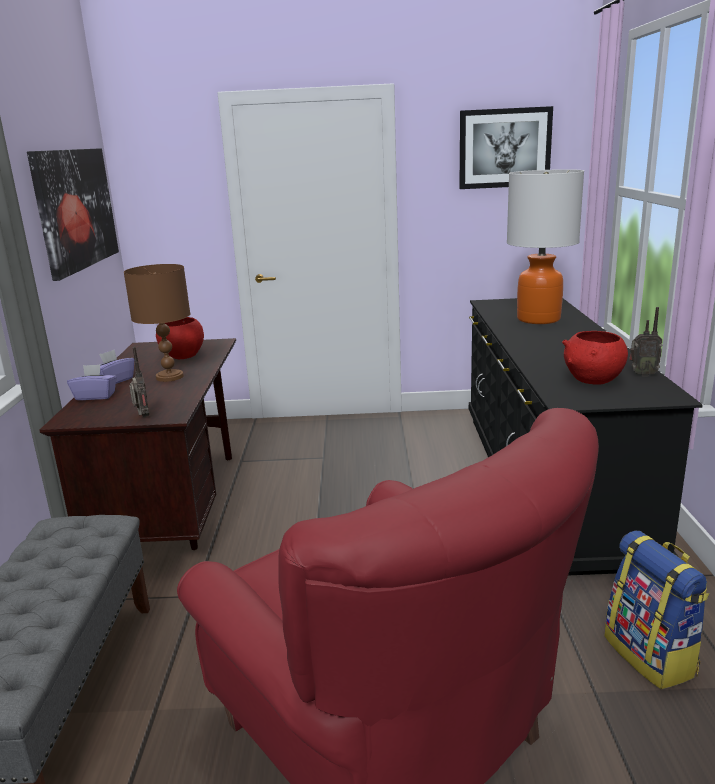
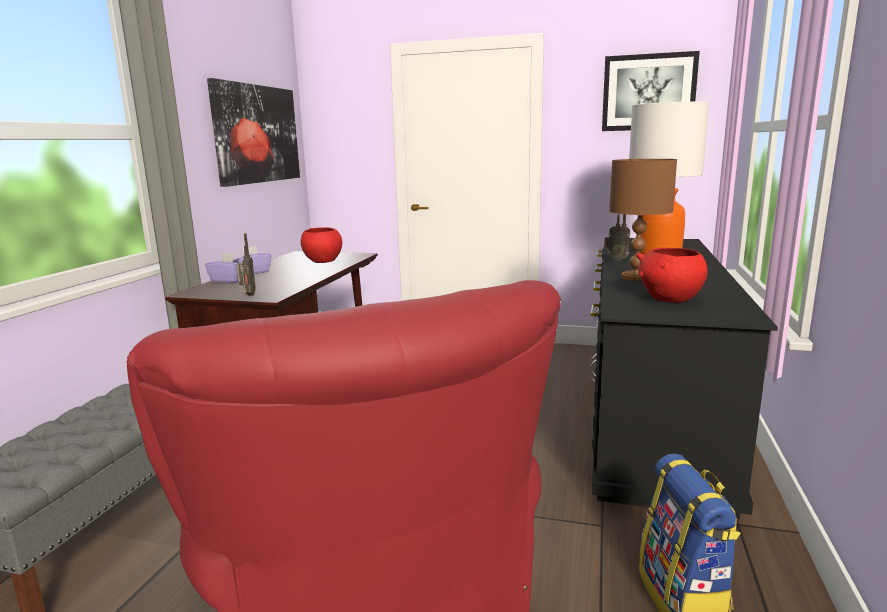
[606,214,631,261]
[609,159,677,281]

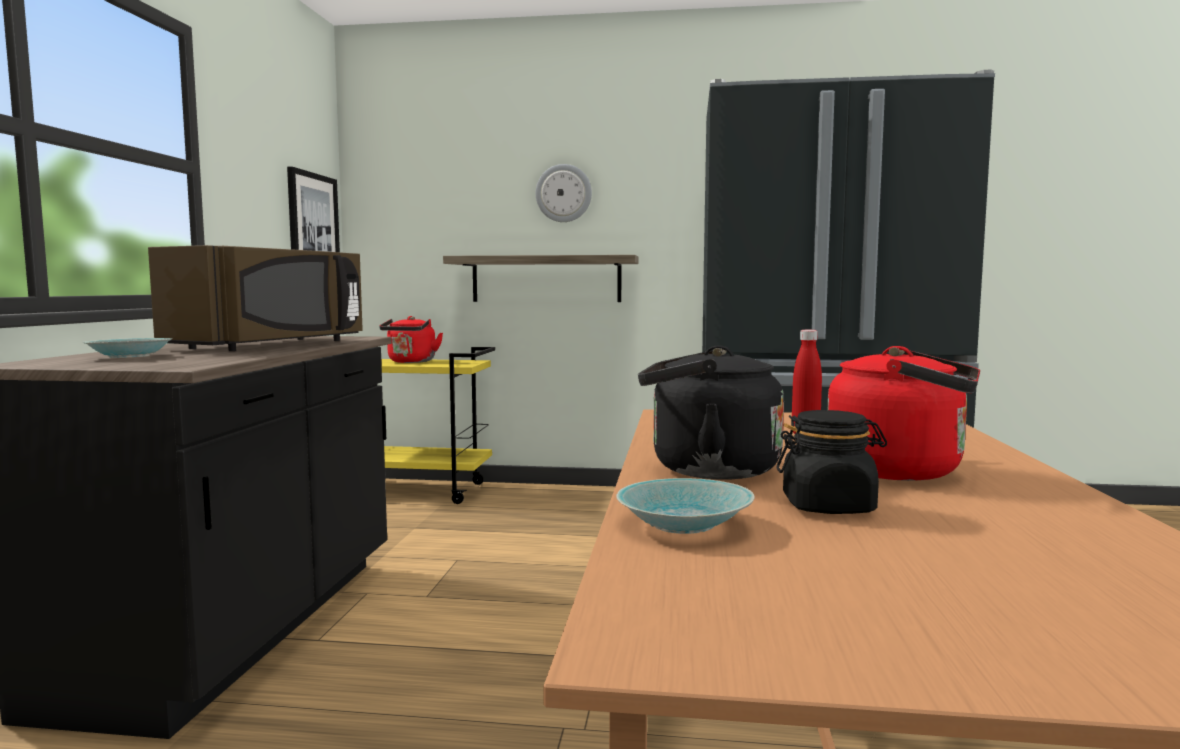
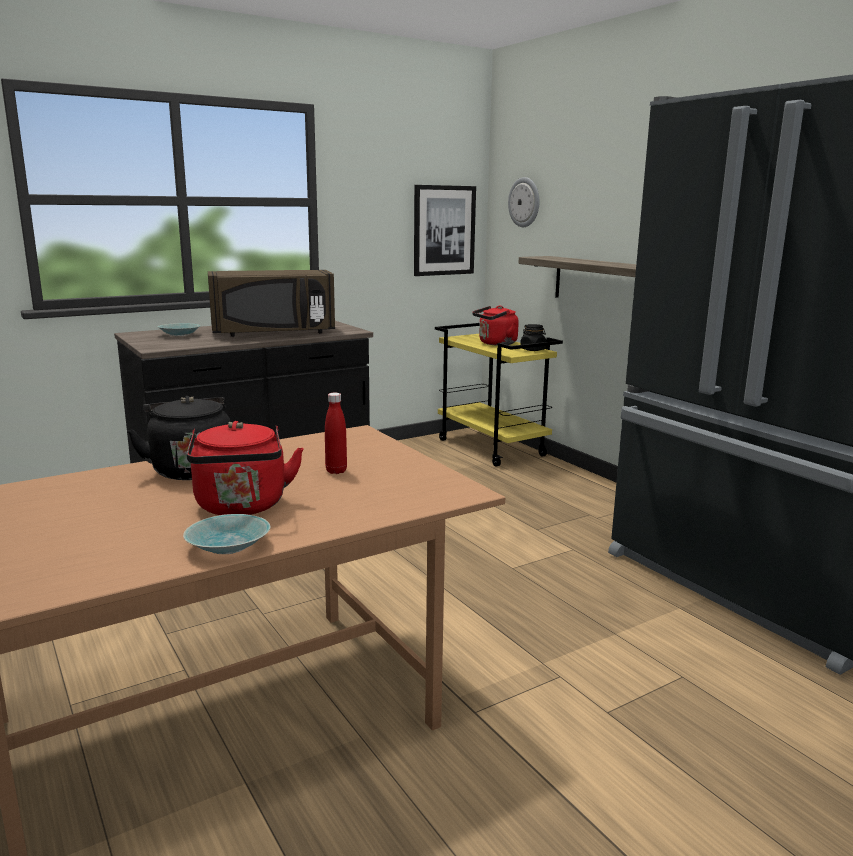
[183,514,270,554]
[508,177,539,227]
[520,324,546,351]

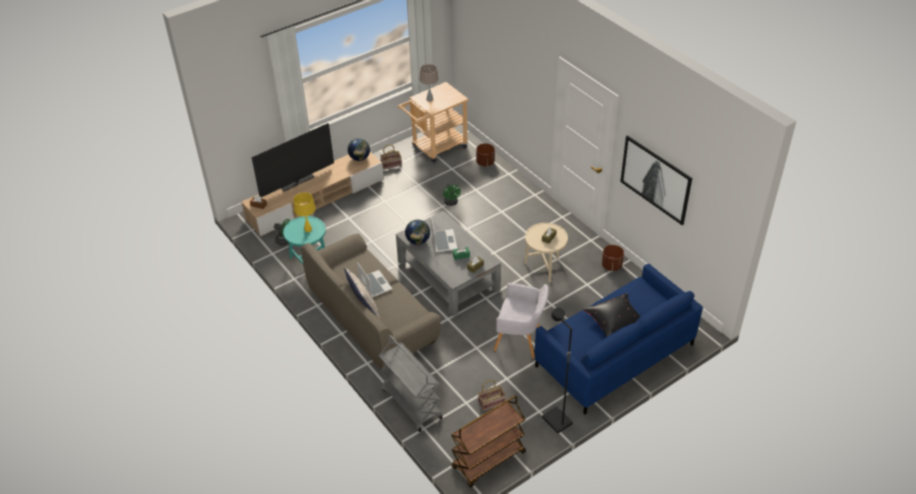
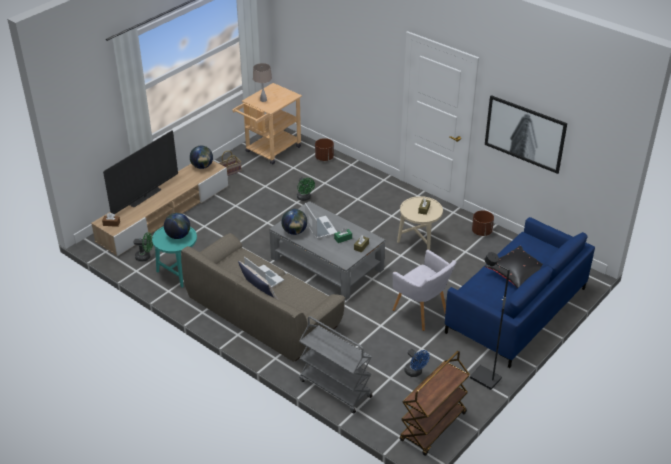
[164,213,190,239]
[392,250,456,331]
[404,349,430,377]

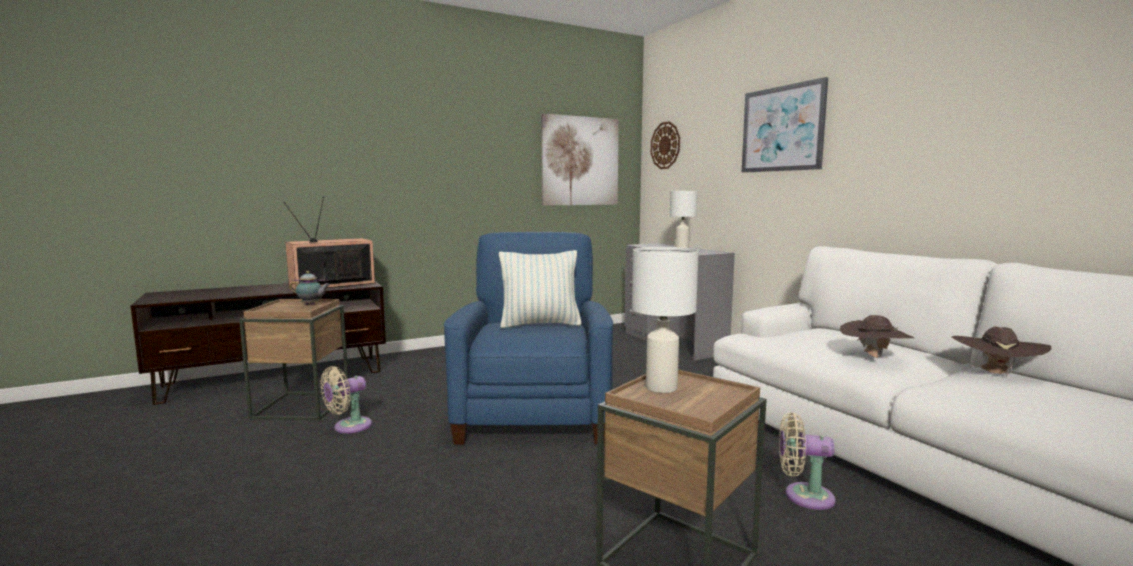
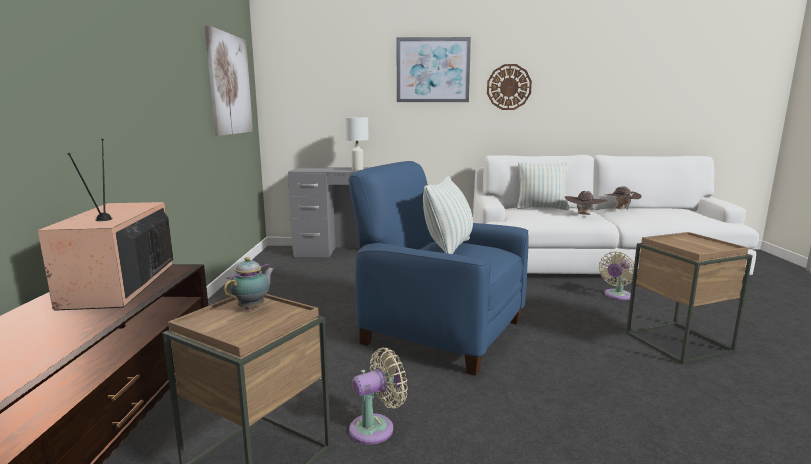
[349,348,408,445]
[487,64,532,110]
[517,162,569,210]
[632,247,699,393] (first image)

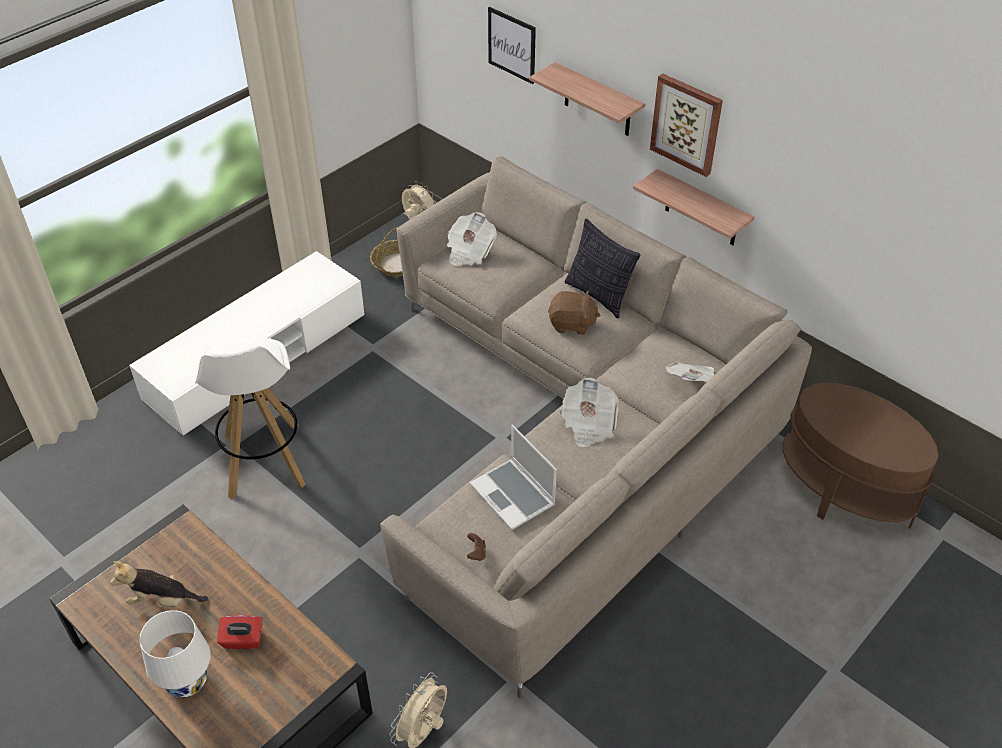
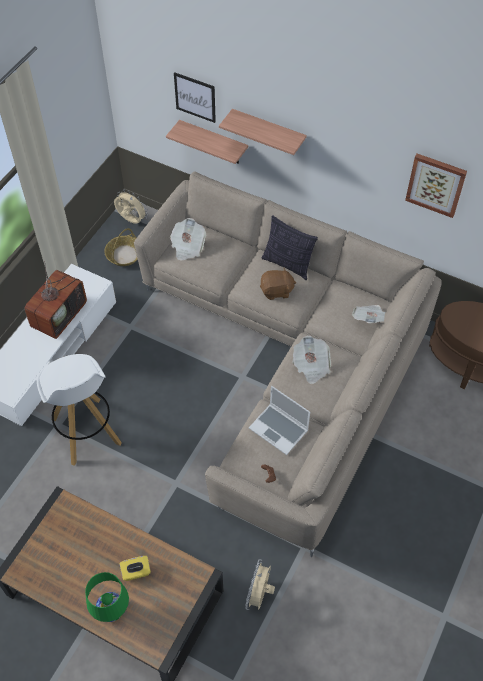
[24,261,87,339]
[85,572,129,622]
[119,556,151,581]
[166,120,248,164]
[405,153,467,218]
[110,561,208,607] (first image)

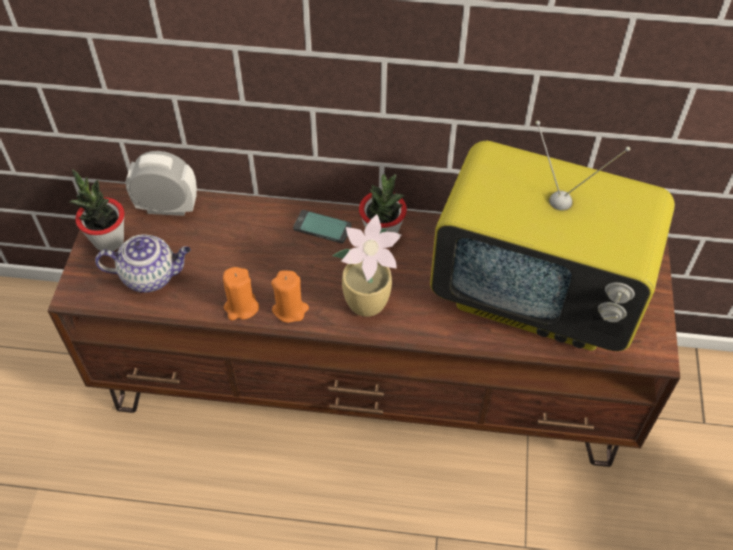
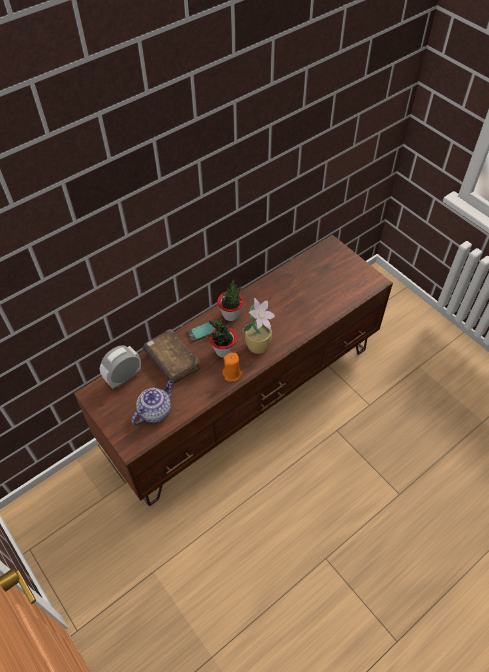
[143,329,201,384]
[209,318,237,358]
[223,267,259,321] (first image)
[430,121,675,351] (first image)

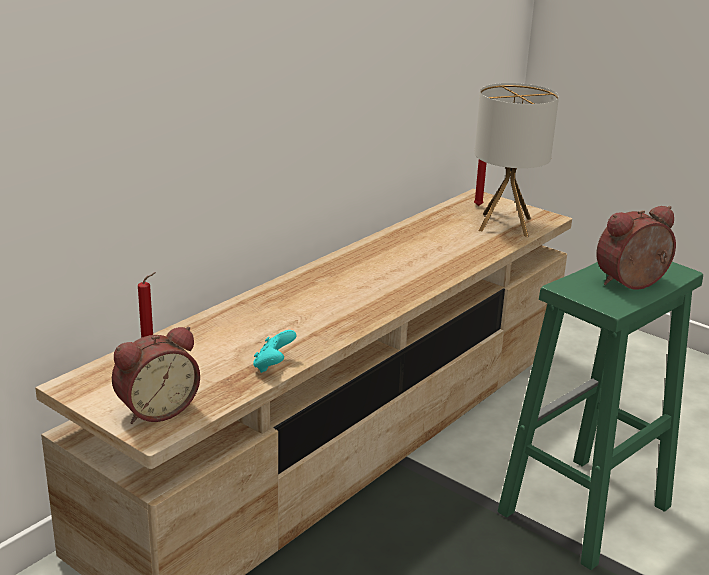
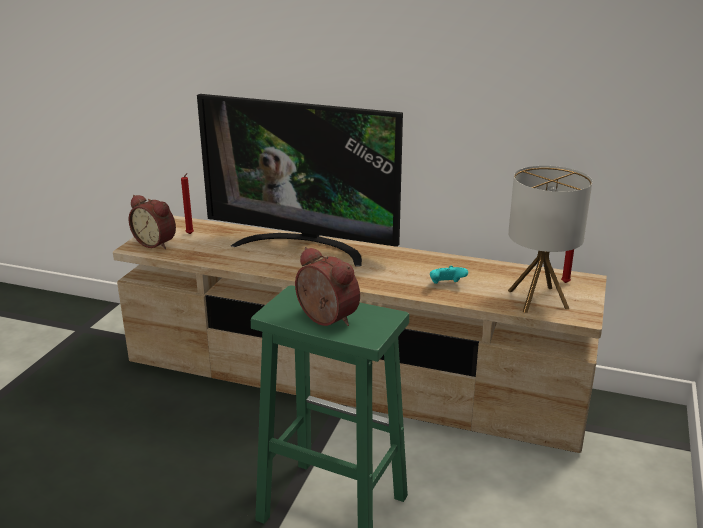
[197,94,403,267]
[430,266,468,284]

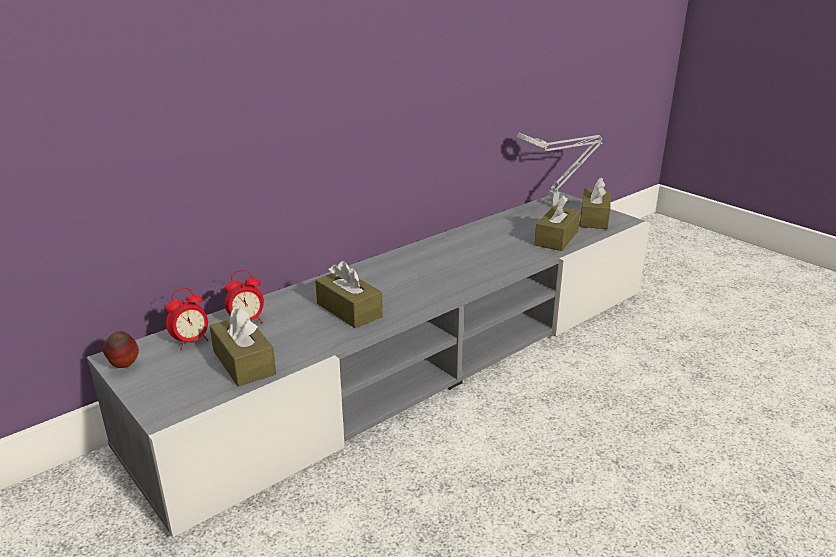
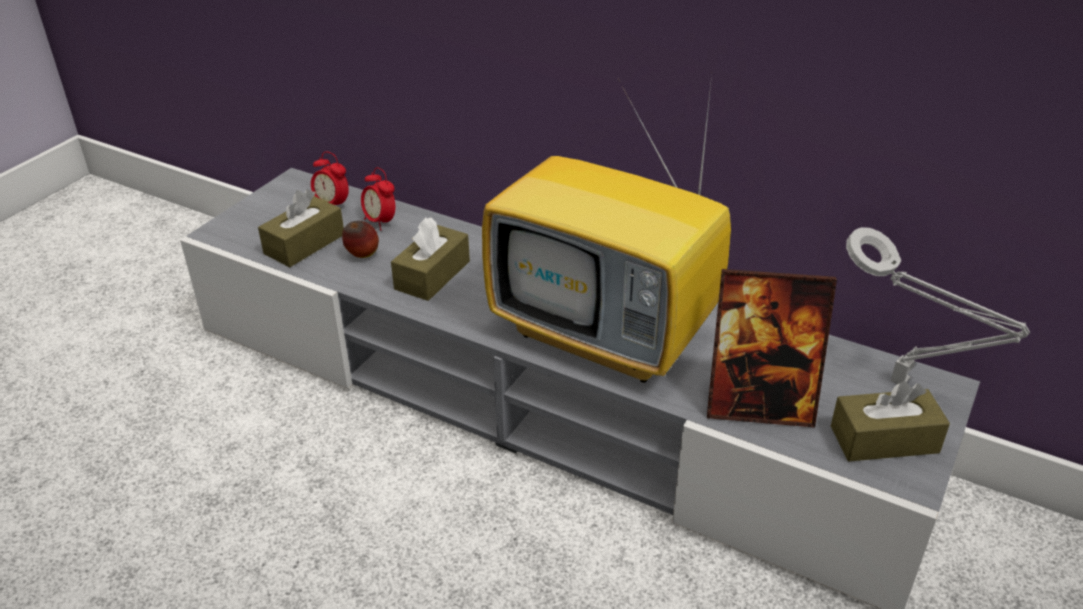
[342,221,379,258]
[482,76,731,383]
[707,269,837,427]

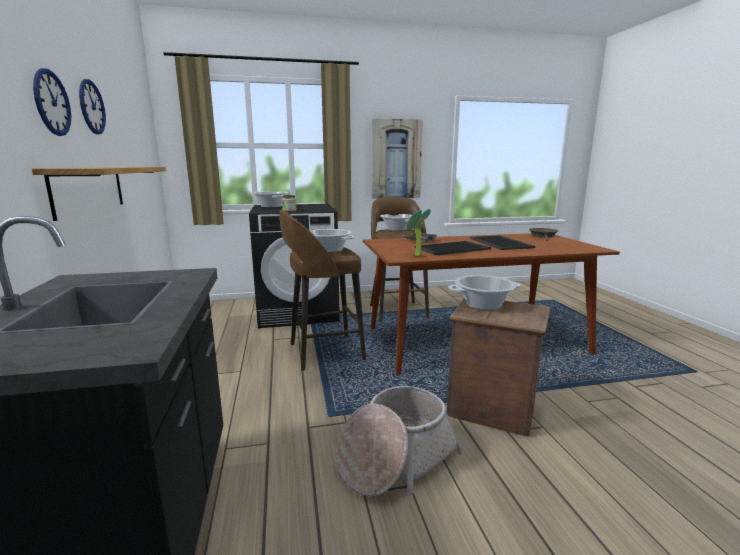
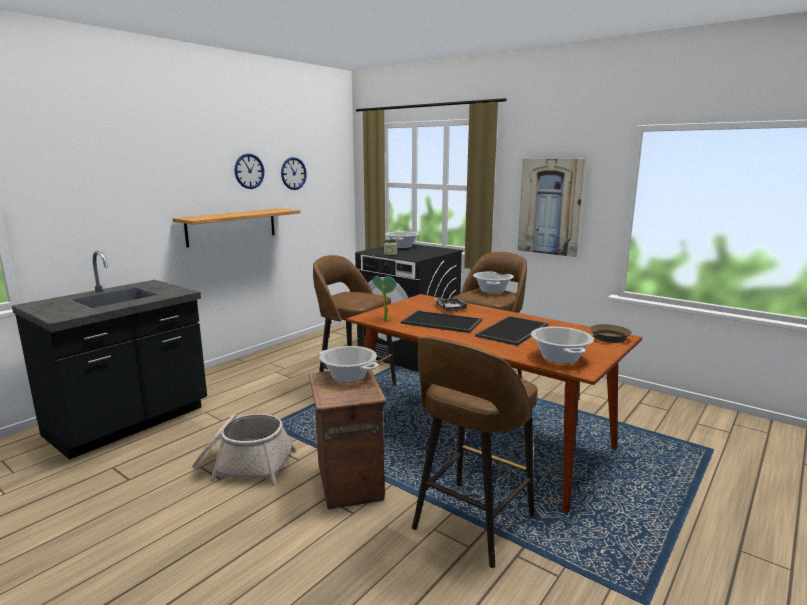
[281,157,307,190]
[412,337,538,568]
[531,327,594,364]

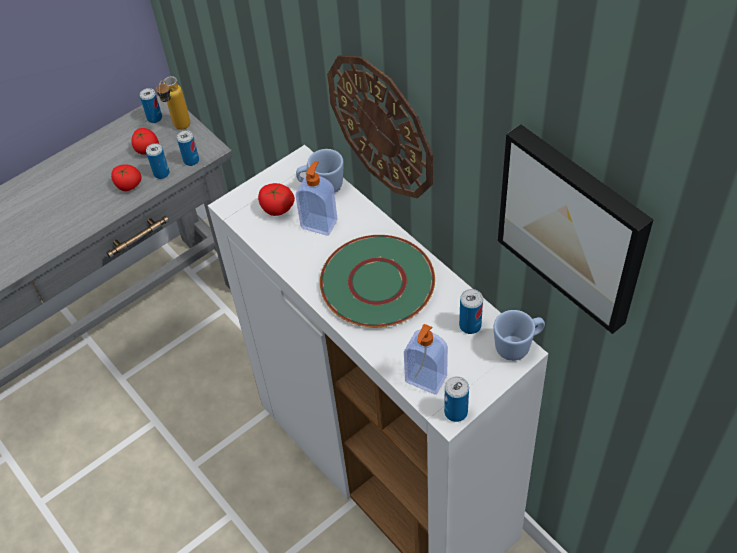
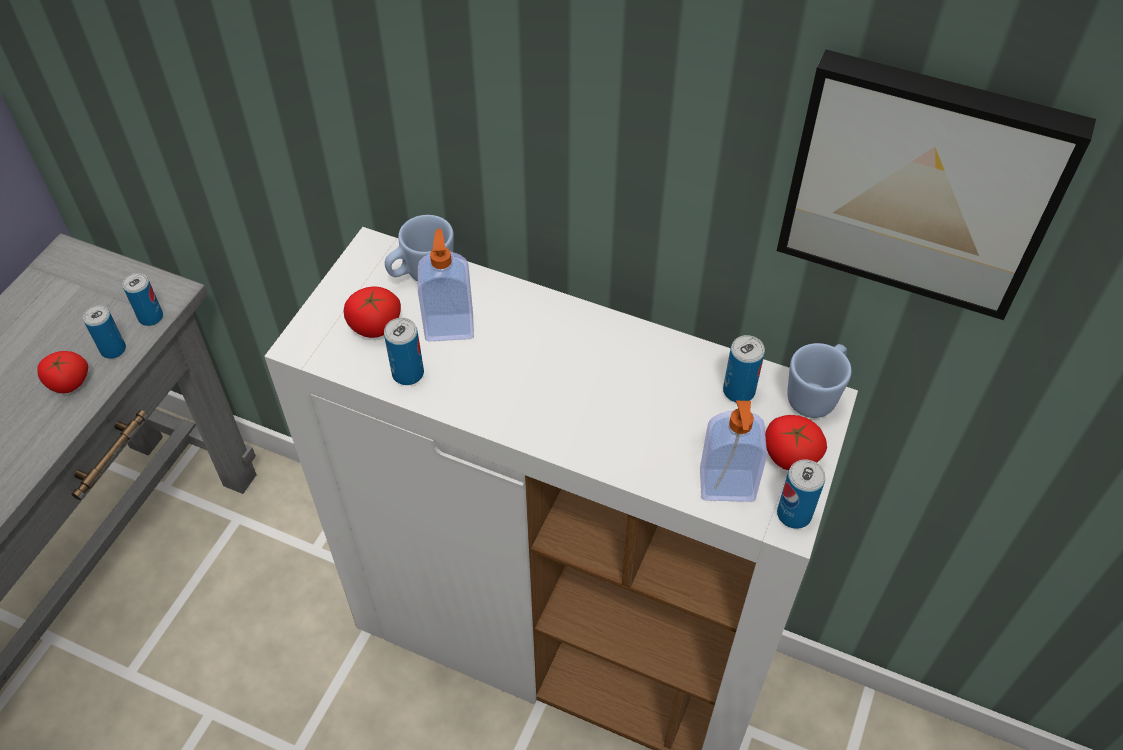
[384,318,424,385]
[765,415,827,470]
[156,76,190,130] (first image)
[320,235,435,327] (first image)
[327,55,433,198] (first image)

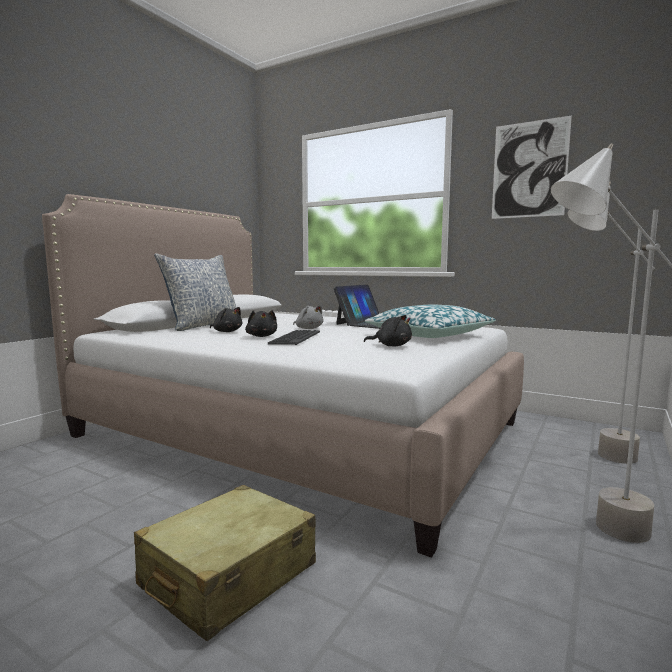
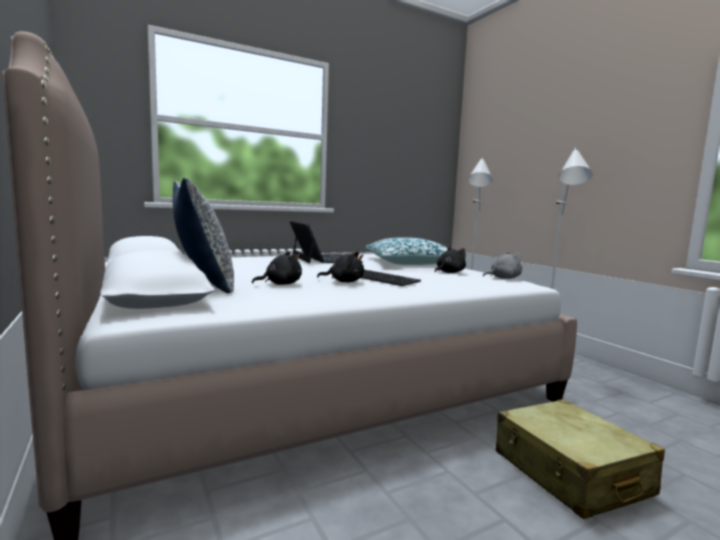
[483,252,522,279]
[492,115,572,219] (first image)

